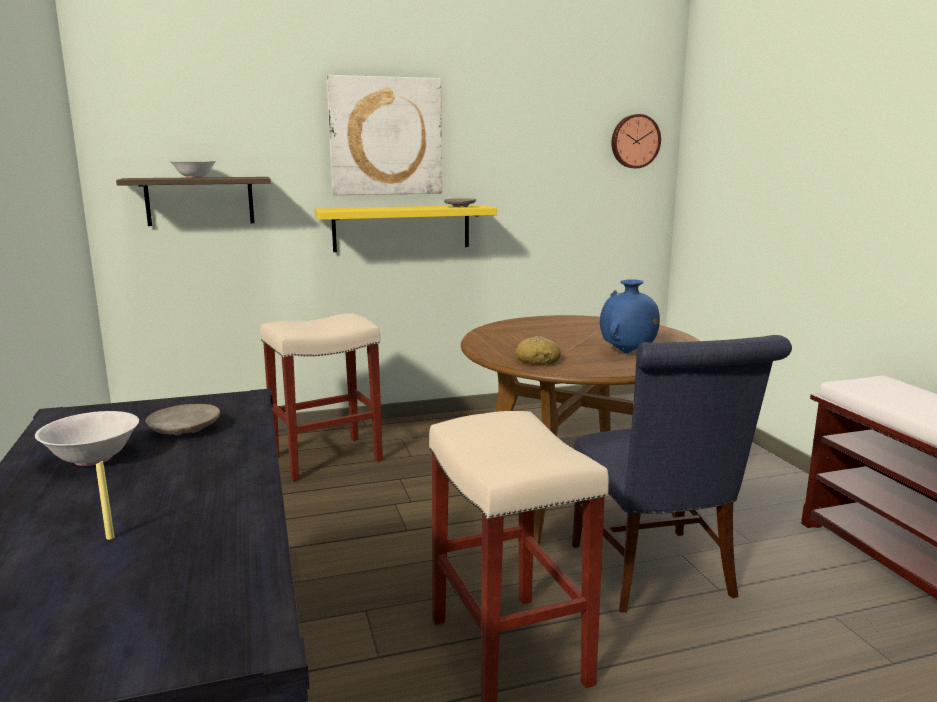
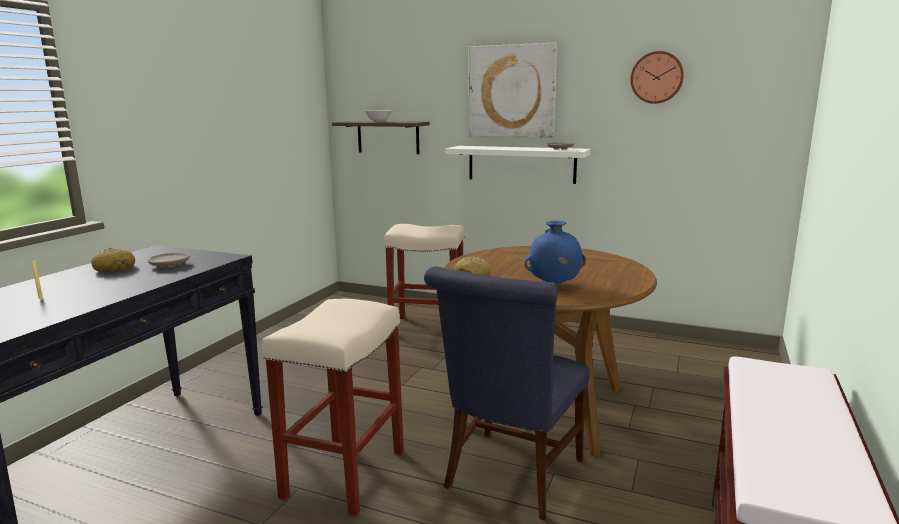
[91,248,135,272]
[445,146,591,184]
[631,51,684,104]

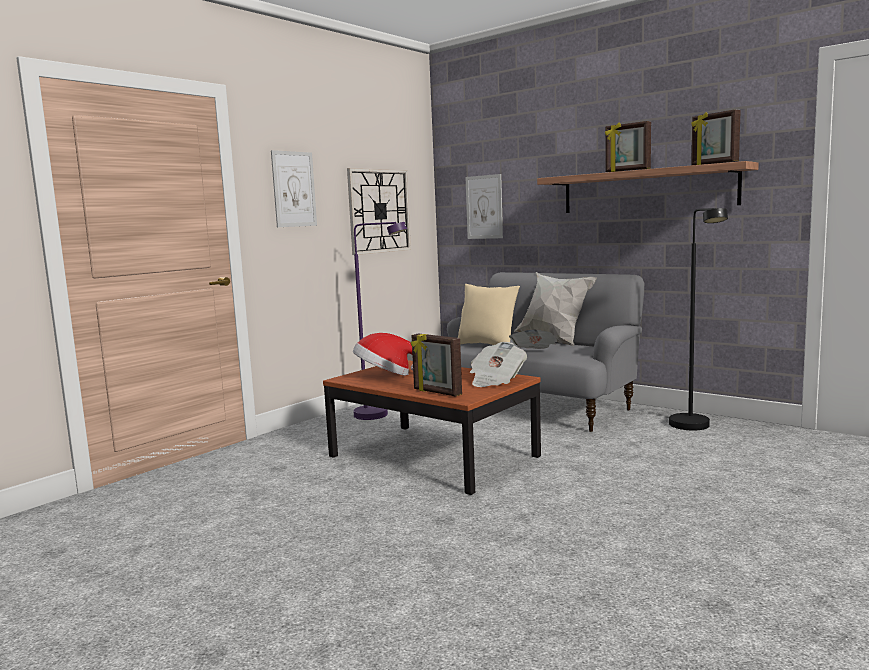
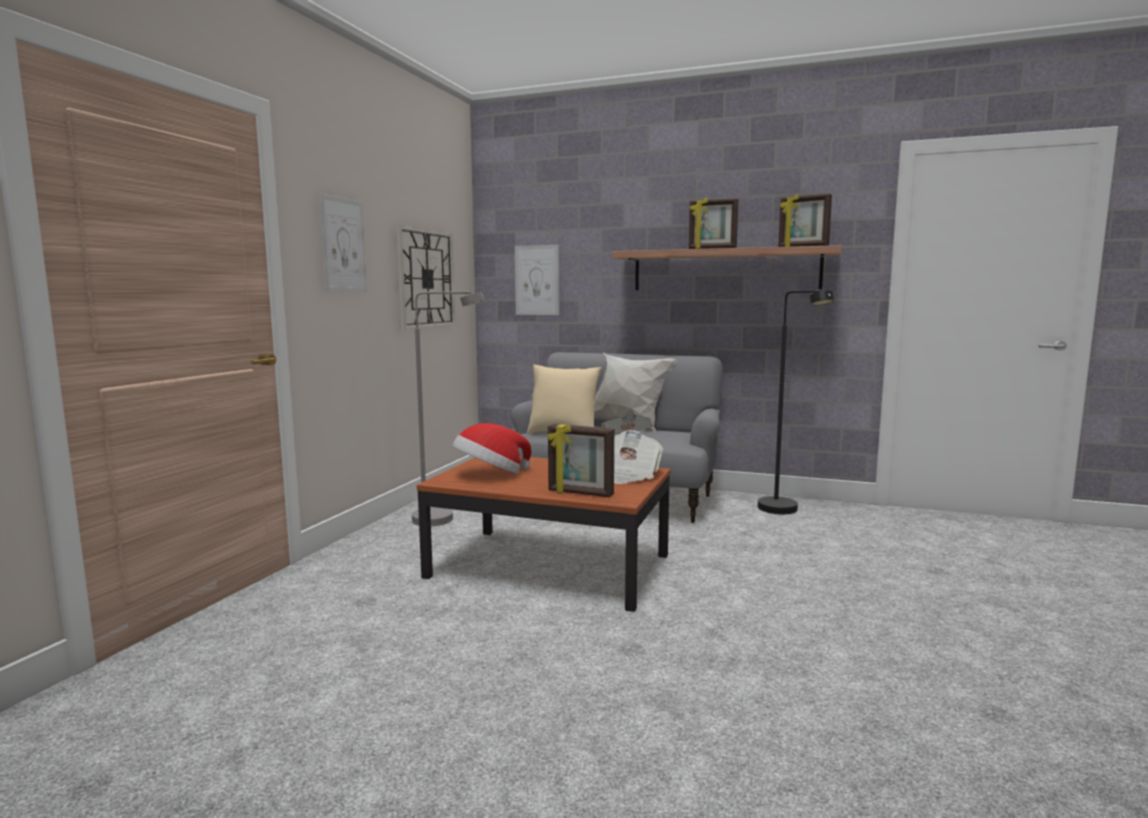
[412,291,484,526]

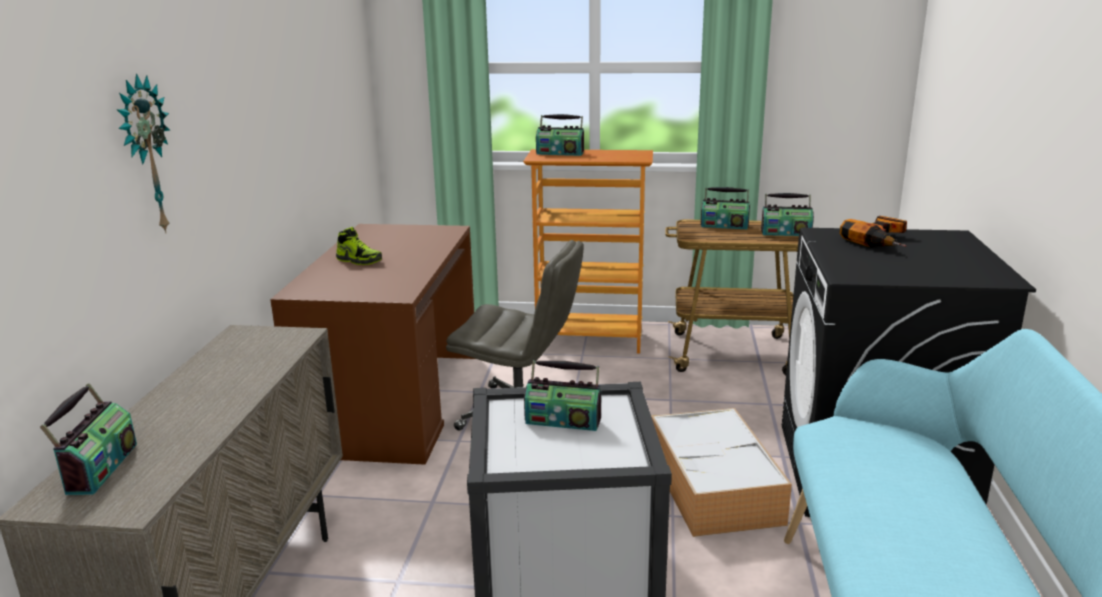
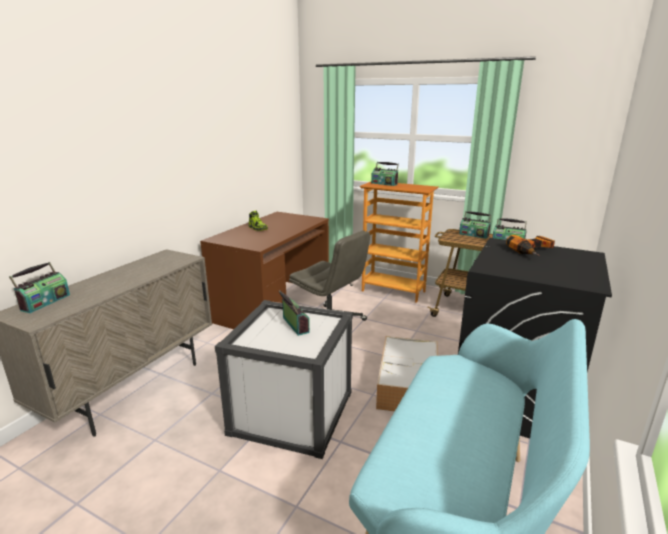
[279,290,310,336]
[116,74,170,233] (first image)

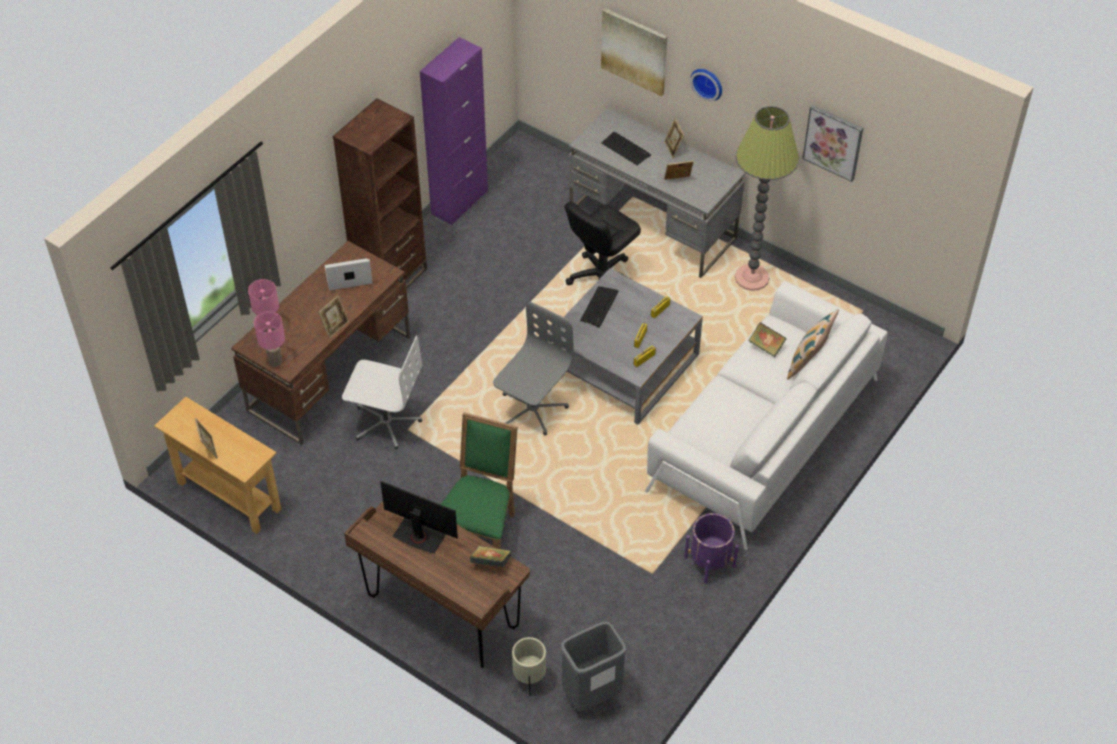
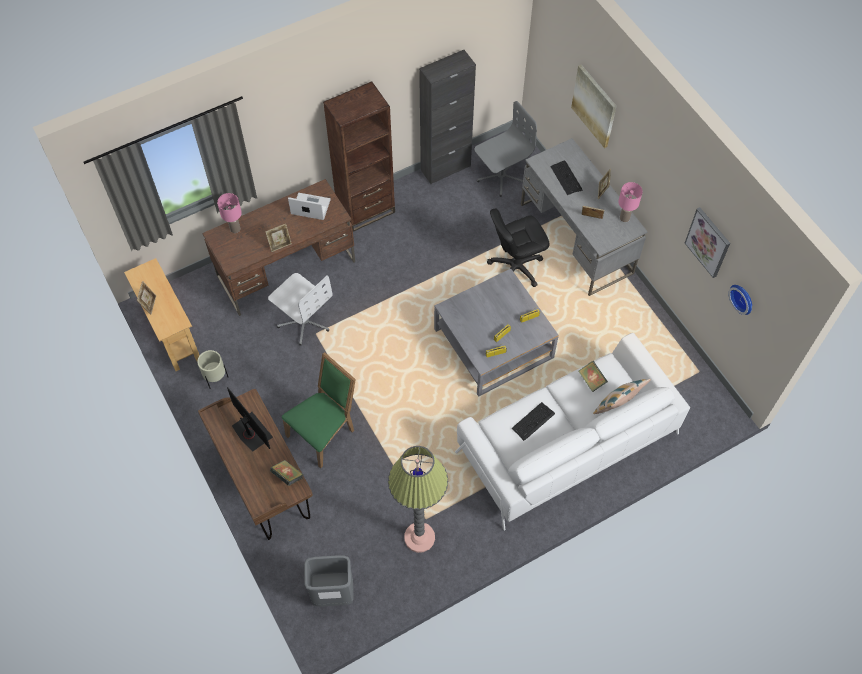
[197,350,228,389]
[388,446,448,553]
[419,50,476,184]
[474,101,537,197]
[512,402,555,441]
[618,182,643,222]
[728,285,752,315]
[684,513,739,584] (first image)

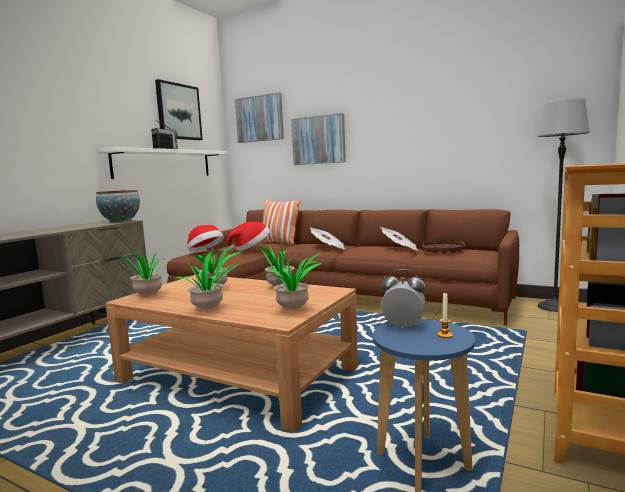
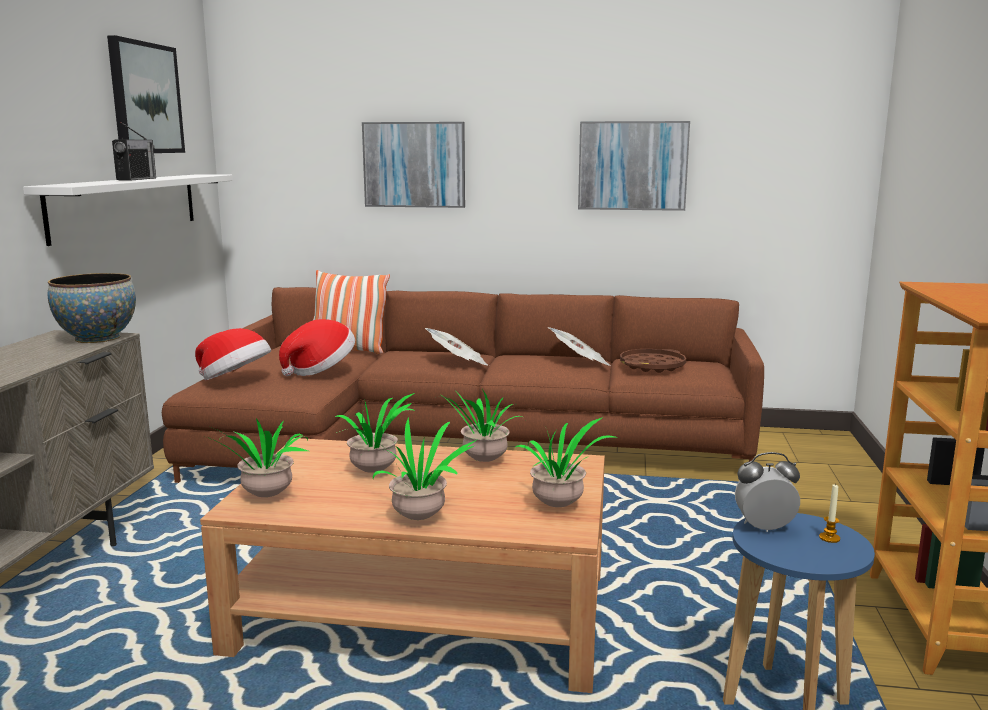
[578,121,690,211]
[537,98,590,312] (first image)

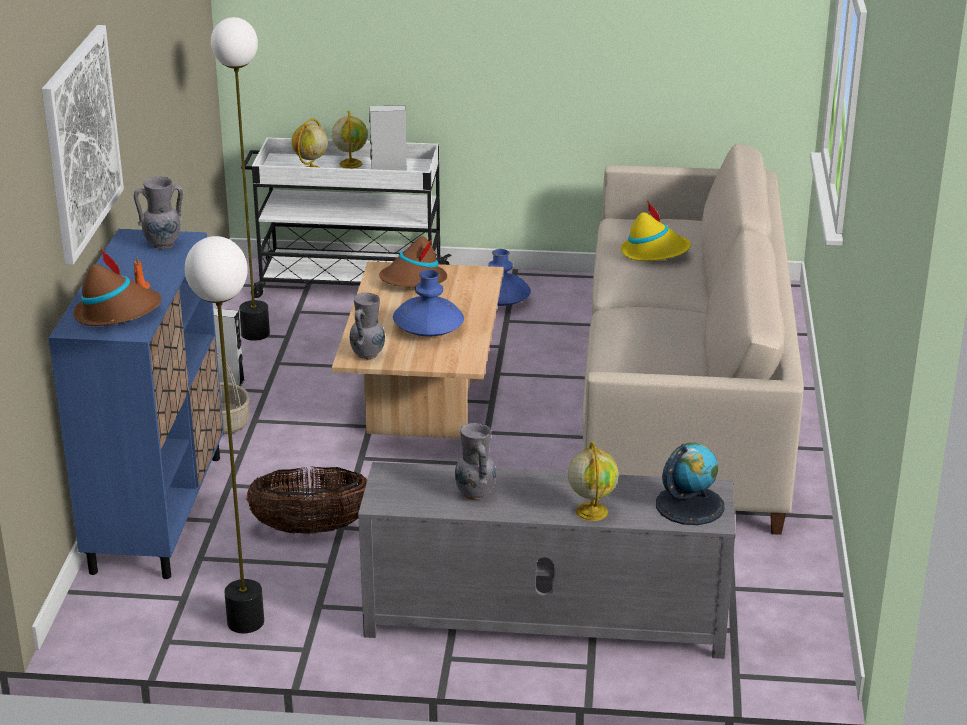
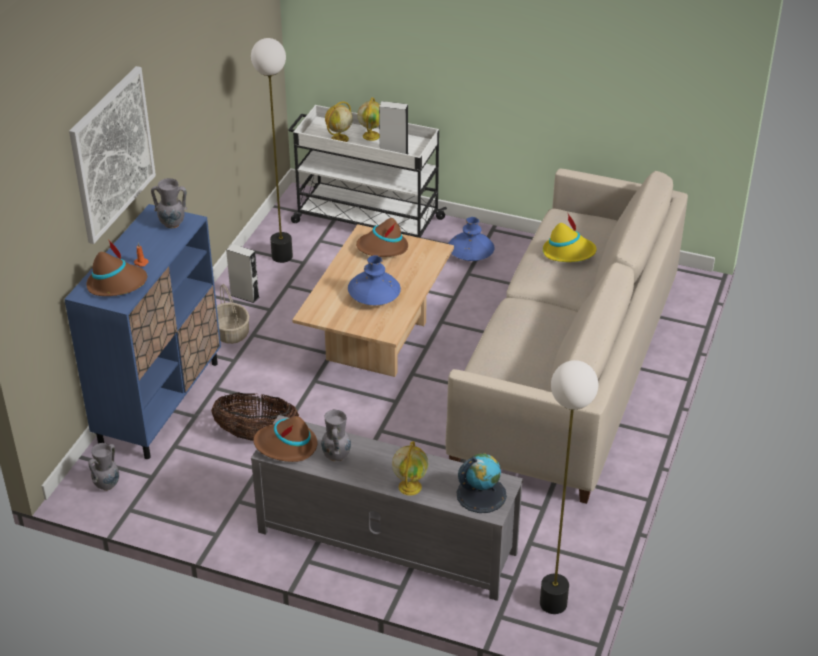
[89,443,119,491]
[253,416,317,462]
[540,360,598,614]

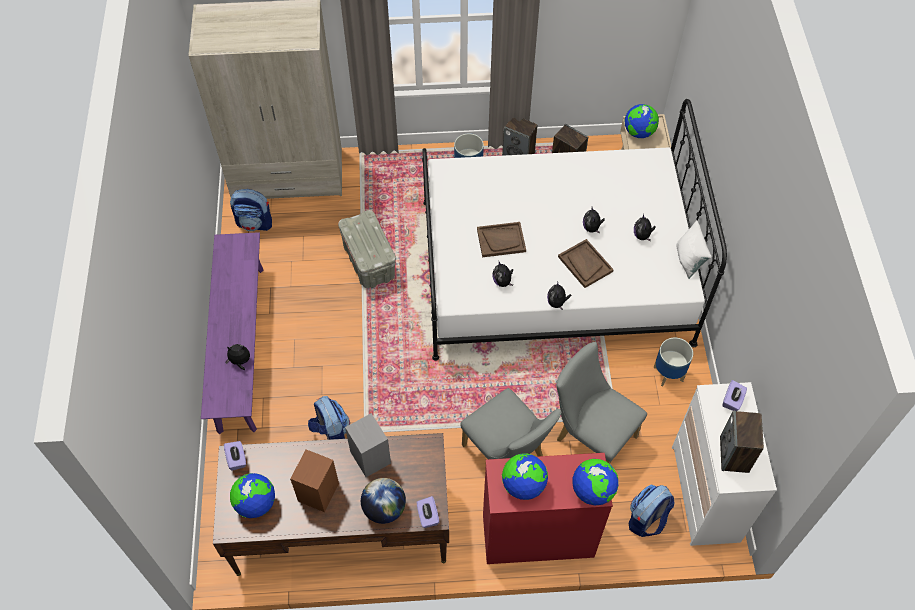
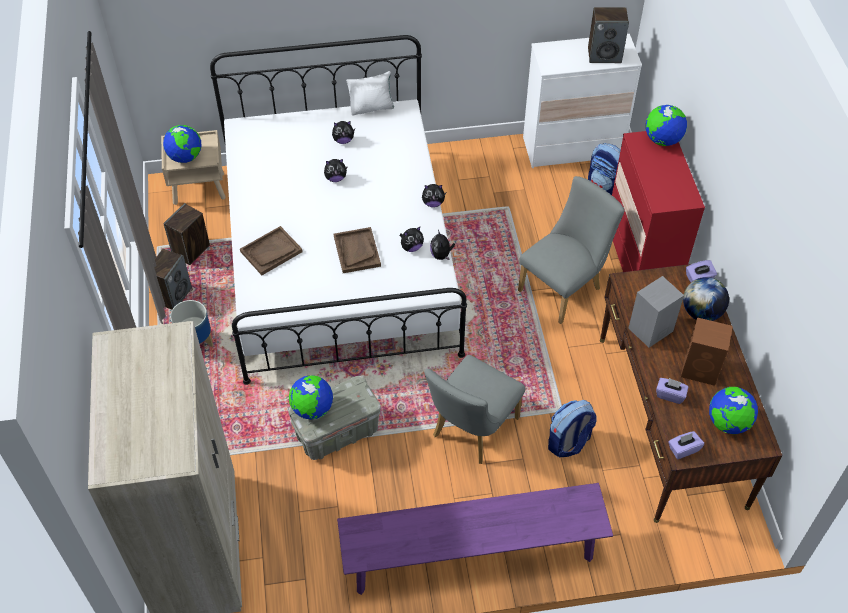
[240,226,303,275]
[289,375,333,420]
[424,355,525,464]
[430,230,455,260]
[656,378,688,404]
[230,189,272,231] (first image)
[653,338,693,387] (first image)

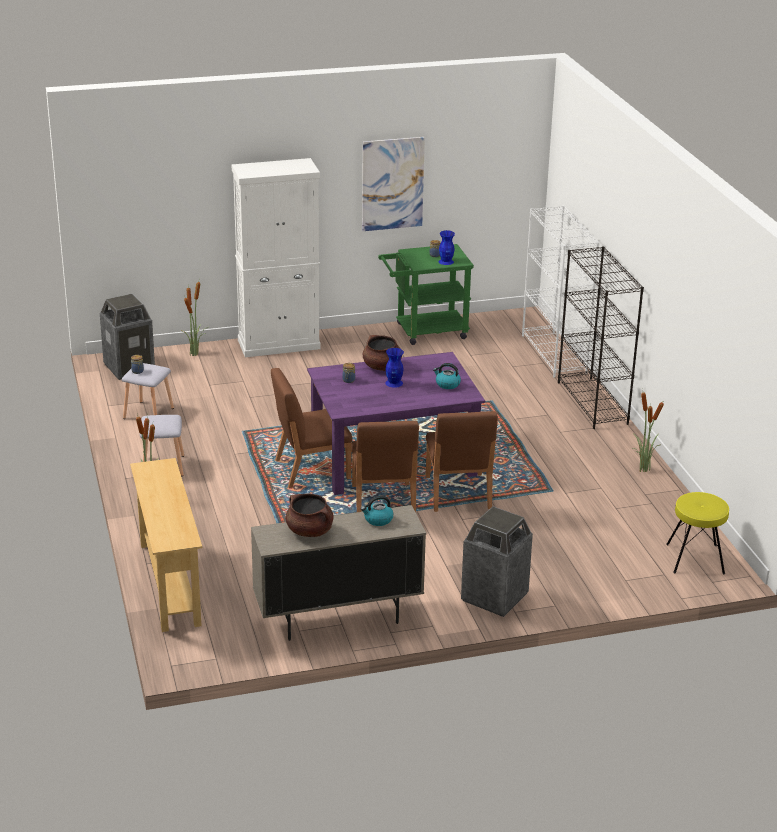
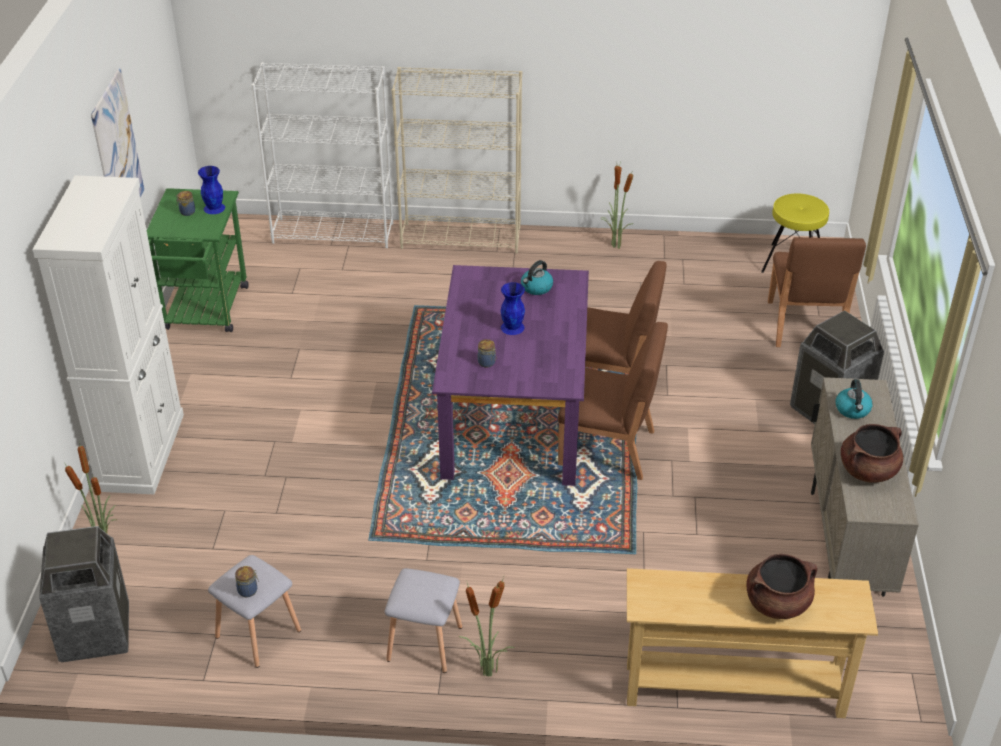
[392,67,522,254]
[747,554,817,619]
[768,237,866,347]

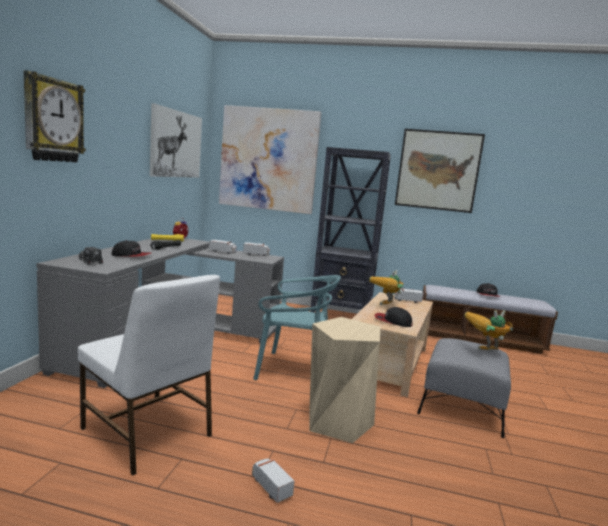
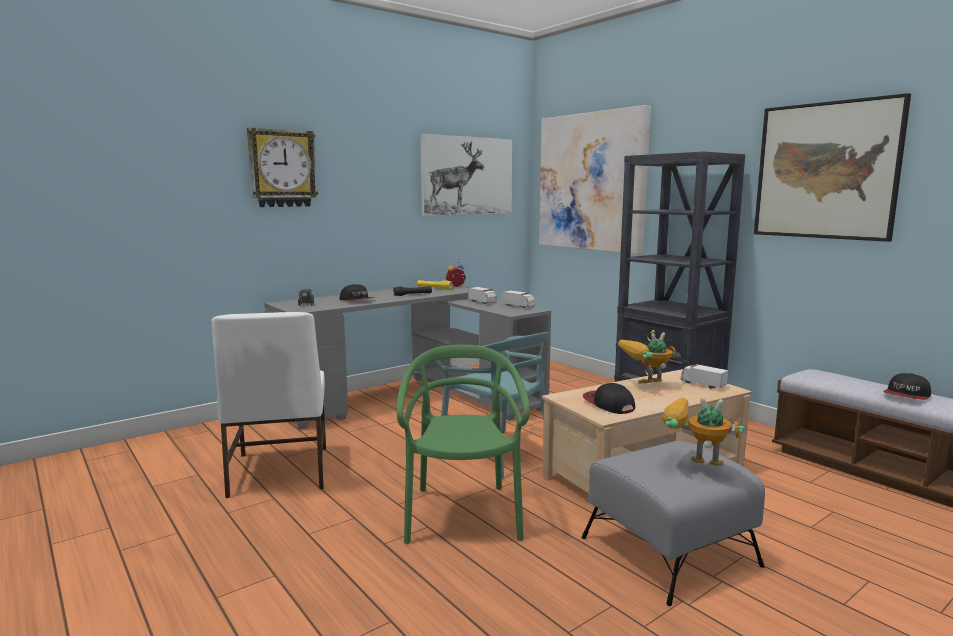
[397,345,530,544]
[252,458,295,503] (first image)

